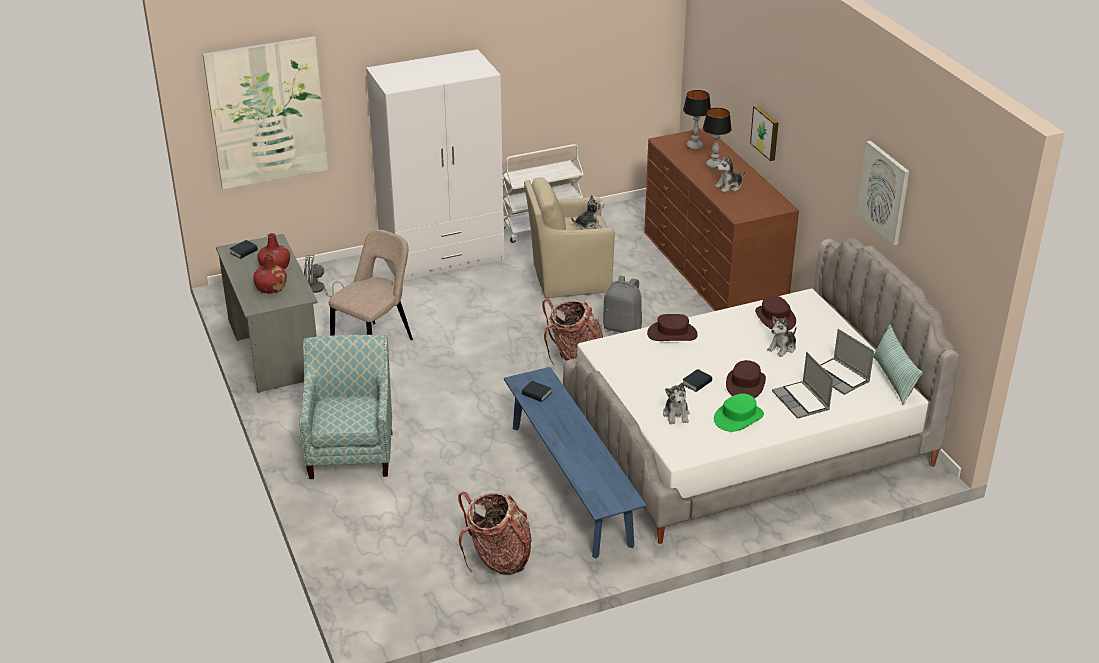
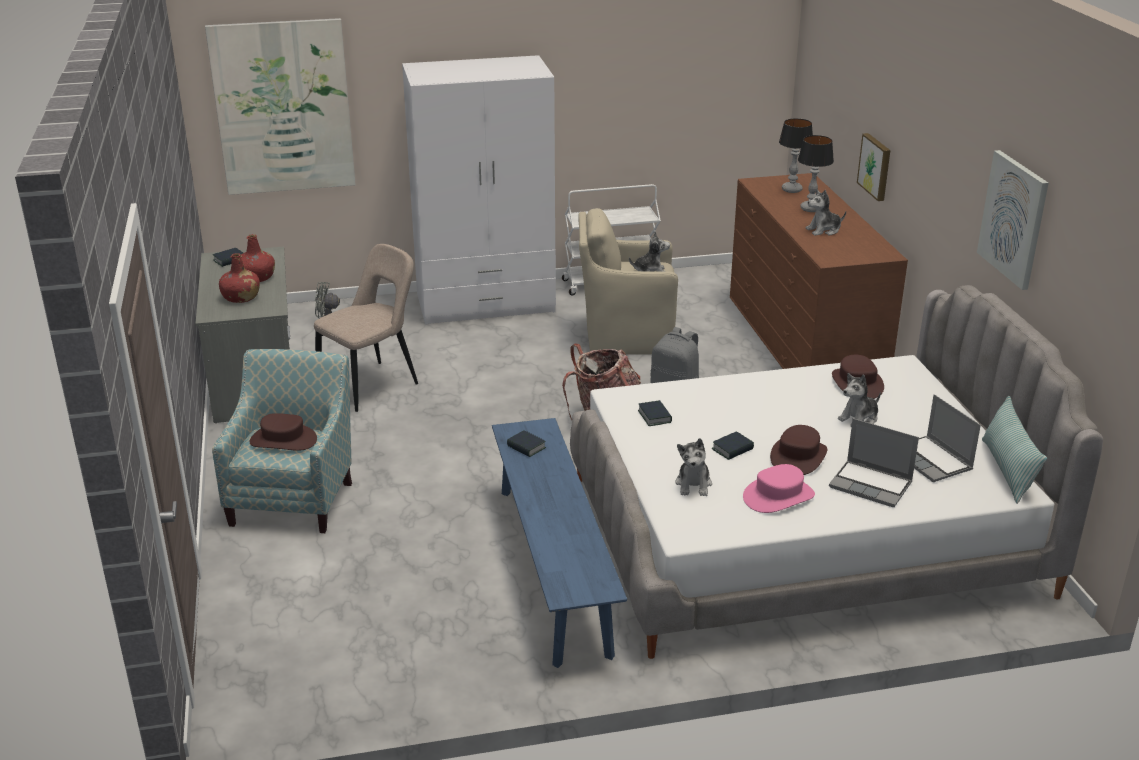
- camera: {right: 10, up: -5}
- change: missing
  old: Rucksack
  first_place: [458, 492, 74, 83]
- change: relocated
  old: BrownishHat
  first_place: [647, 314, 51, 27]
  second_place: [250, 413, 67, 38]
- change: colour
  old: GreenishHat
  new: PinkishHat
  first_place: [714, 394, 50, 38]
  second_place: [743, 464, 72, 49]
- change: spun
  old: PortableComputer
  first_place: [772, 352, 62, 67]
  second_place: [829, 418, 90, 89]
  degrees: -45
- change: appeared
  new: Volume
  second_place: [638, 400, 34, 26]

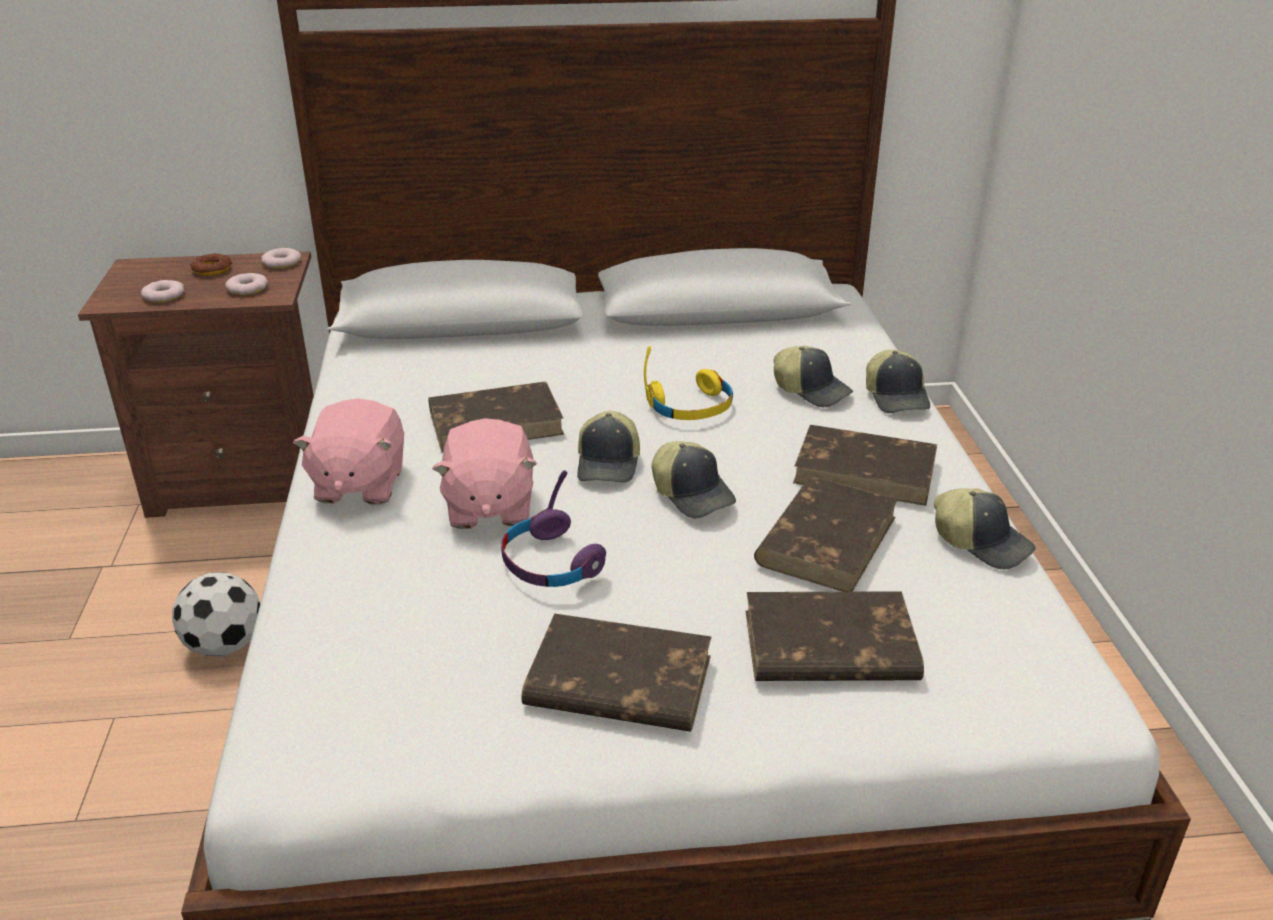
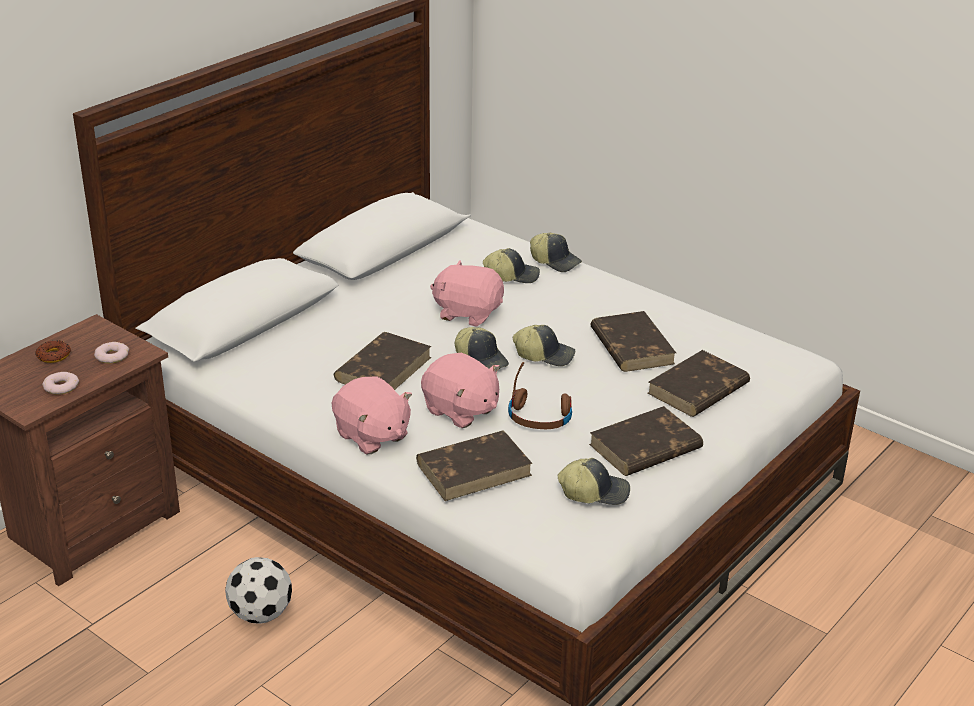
- camera: {right: -45, up: 0}
- change: missing
  old: RingDoughnut
  first_place: [261, 248, 40, 21]
- change: colour
  old: PurplishHeadphones
  new: BrownishHeadphones
  first_place: [501, 470, 105, 117]
  second_place: [508, 362, 64, 67]
- change: exchanged
  old: YellowColouredHeadphones
  new: PinkishCuddlyToy
  first_place: [644, 346, 89, 74]
  second_place: [430, 260, 74, 67]
- change: relocated
  old: BrownishVolume
  first_place: [793, 425, 144, 81]
  second_place: [416, 431, 117, 70]
- change: relocated
  old: Cap
  first_place: [934, 488, 102, 81]
  second_place: [558, 458, 72, 47]

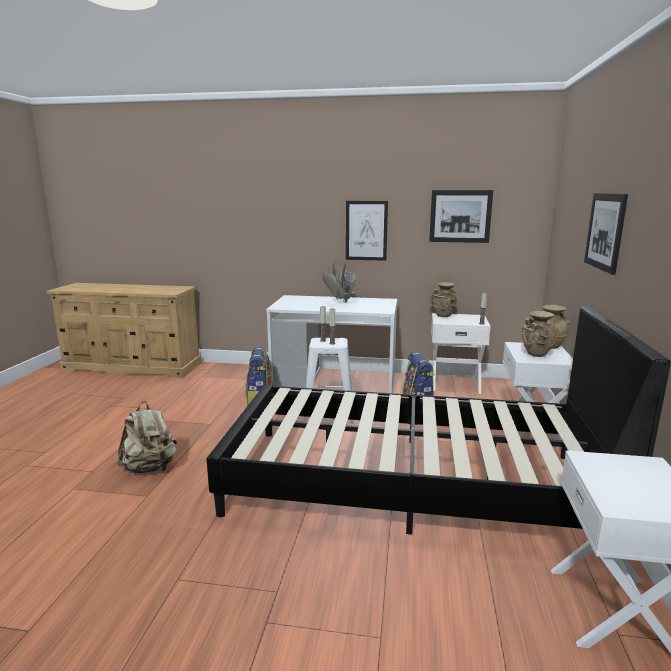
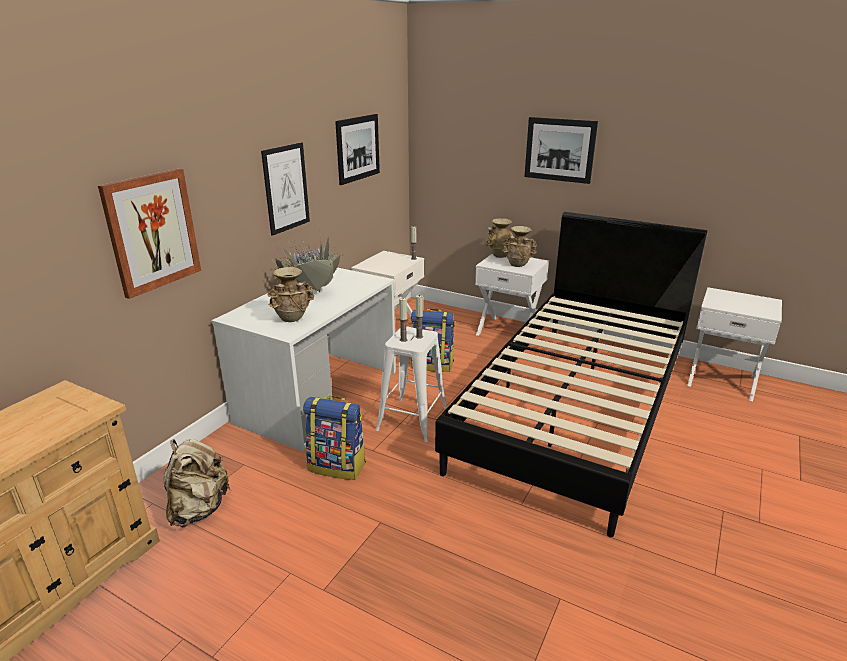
- camera: {right: -70, up: 10}
- change: relocated
  old: BeigeColouredRucksack
  first_place: [117, 401, 60, 72]
  second_place: [164, 439, 67, 88]
- change: relocated
  old: BeigeColouredVase
  first_place: [429, 282, 28, 35]
  second_place: [268, 267, 46, 55]
- change: appeared
  new: WallArt
  second_place: [98, 169, 103, 130]

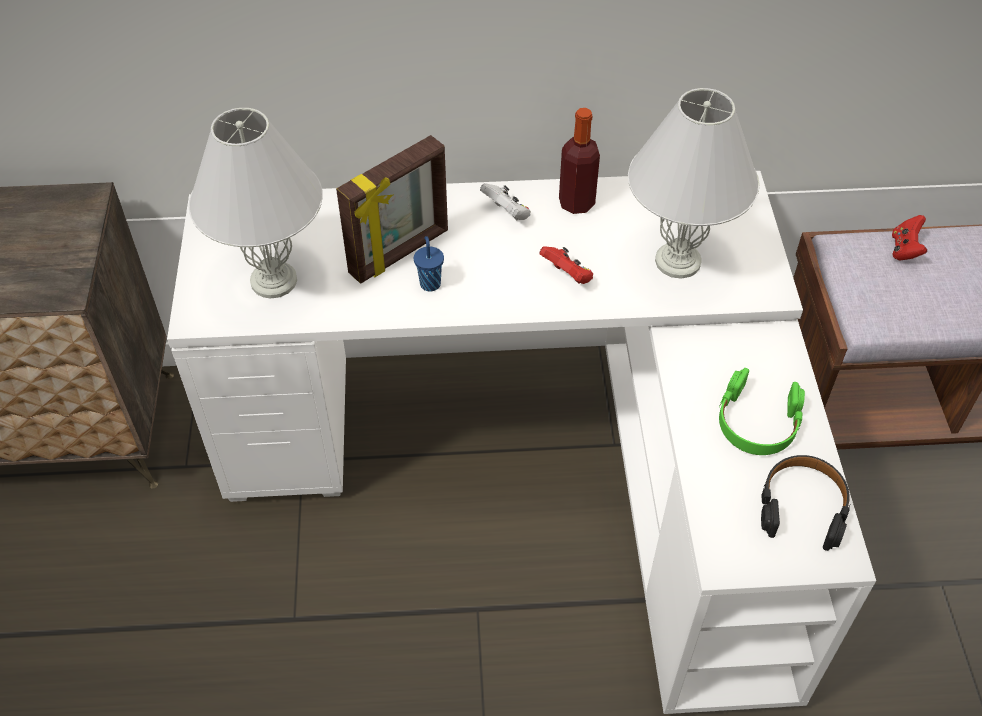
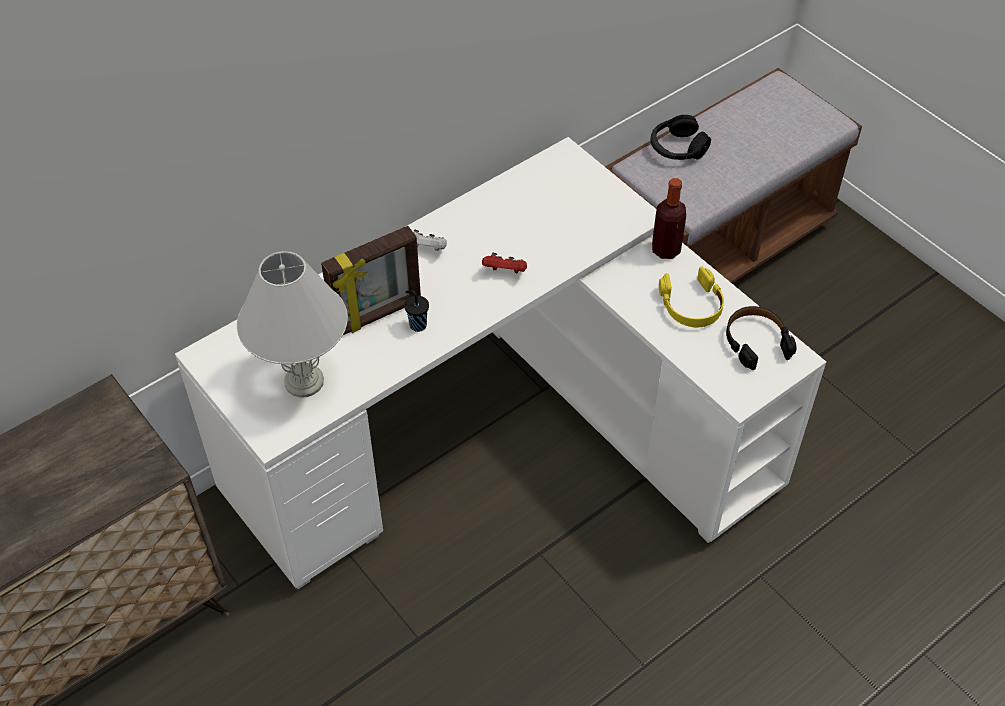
- camera: {right: -35, up: 0}
- change: spun
  old: PictureFrame
  first_place: [336, 135, 112, 149]
  second_place: [321, 226, 100, 109]
  degrees: 45
- change: colour
  old: BlueColouredDrinkingCup
  new: BlackColouredDrinkingCup
  first_place: [414, 236, 30, 56]
  second_place: [404, 290, 25, 42]
- change: relocated
  old: BeverageBottle
  first_place: [559, 108, 41, 106]
  second_place: [652, 178, 34, 81]
- change: missing
  old: WhitishTabletopLamp
  first_place: [628, 88, 131, 191]
- change: colour
  old: GreenishHeadphones
  new: YellowColouredHeadphones
  first_place: [719, 368, 86, 87]
  second_place: [659, 266, 65, 61]
- change: exchanged
  old: RedColouredGameController
  new: BlackColouredHeadphones
  first_place: [892, 215, 35, 46]
  second_place: [650, 115, 61, 45]

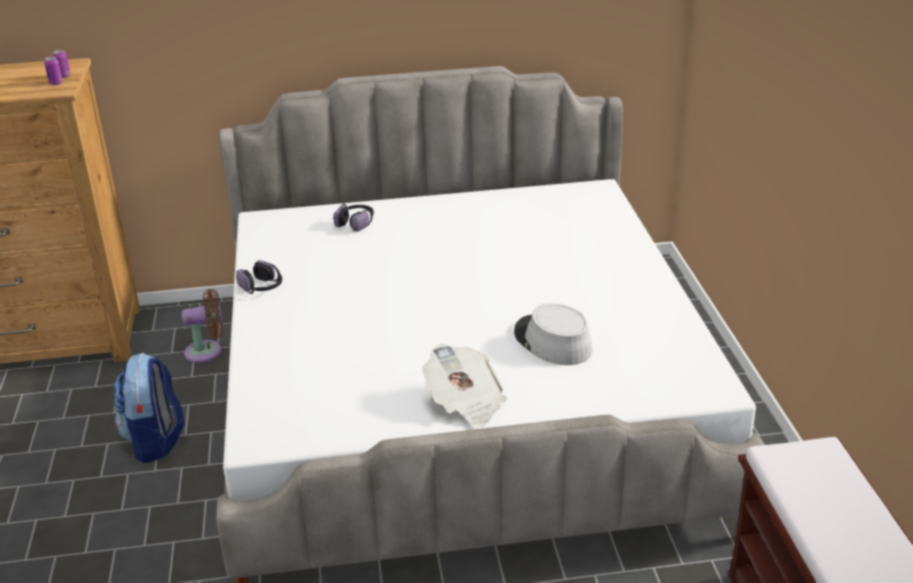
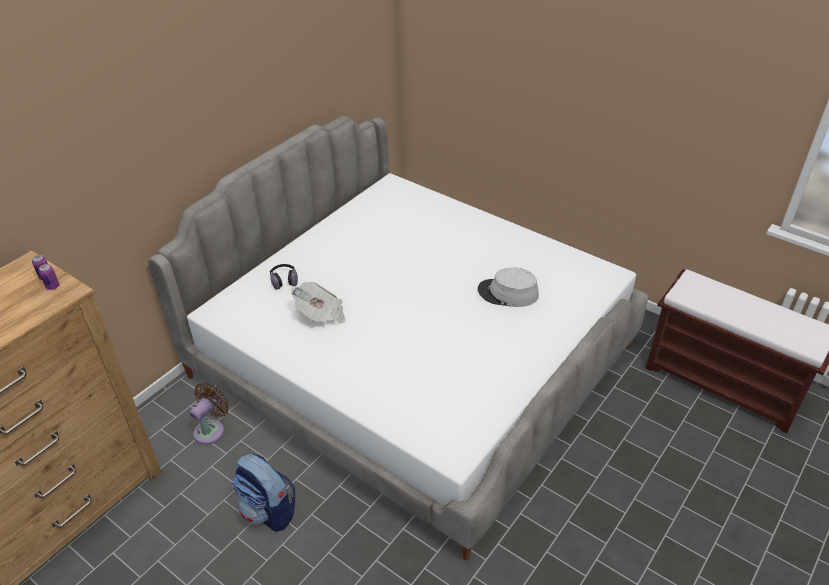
- camera: {right: -45, up: 10}
- change: missing
  old: Headphones
  first_place: [236, 260, 46, 34]
- change: relocated
  old: Newspaper
  first_place: [422, 344, 85, 83]
  second_place: [291, 282, 55, 42]

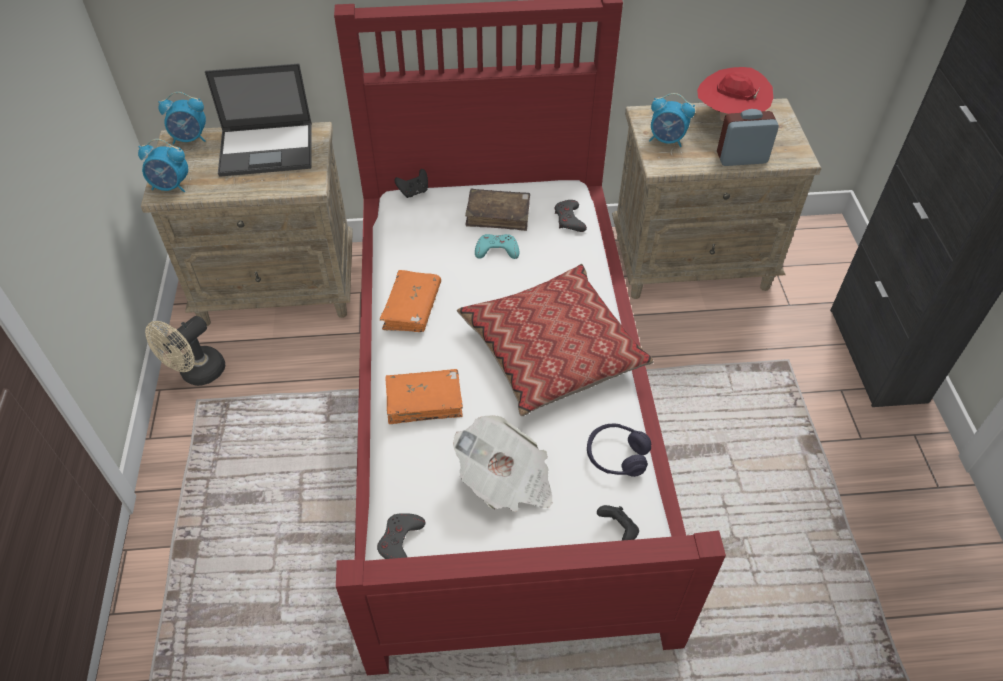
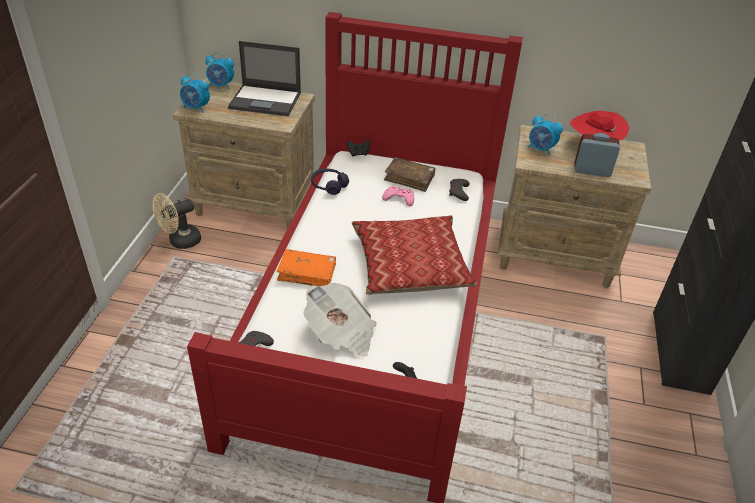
- camera: {right: 15, up: -10}
- change: missing
  old: OrangeColouredVolume
  first_place: [380, 270, 61, 62]
- change: colour
  old: TurquoiseColouredGameController
  new: PinkishGameController
  first_place: [475, 234, 44, 25]
  second_place: [382, 186, 32, 20]
- change: relocated
  old: PurplishHeadphones
  first_place: [587, 424, 64, 53]
  second_place: [311, 169, 38, 26]

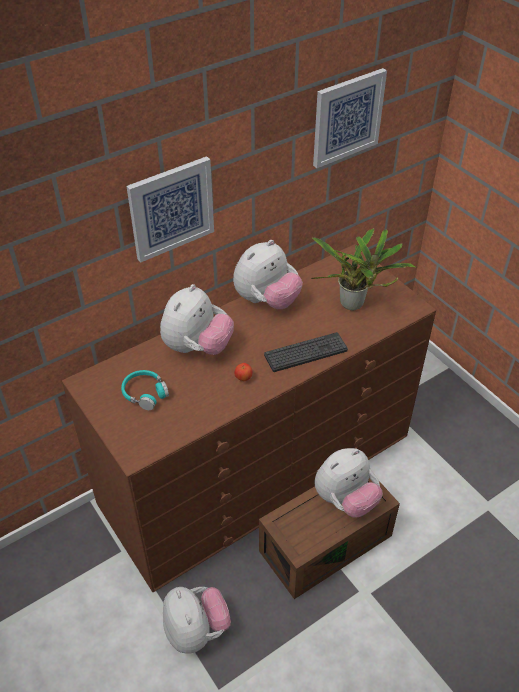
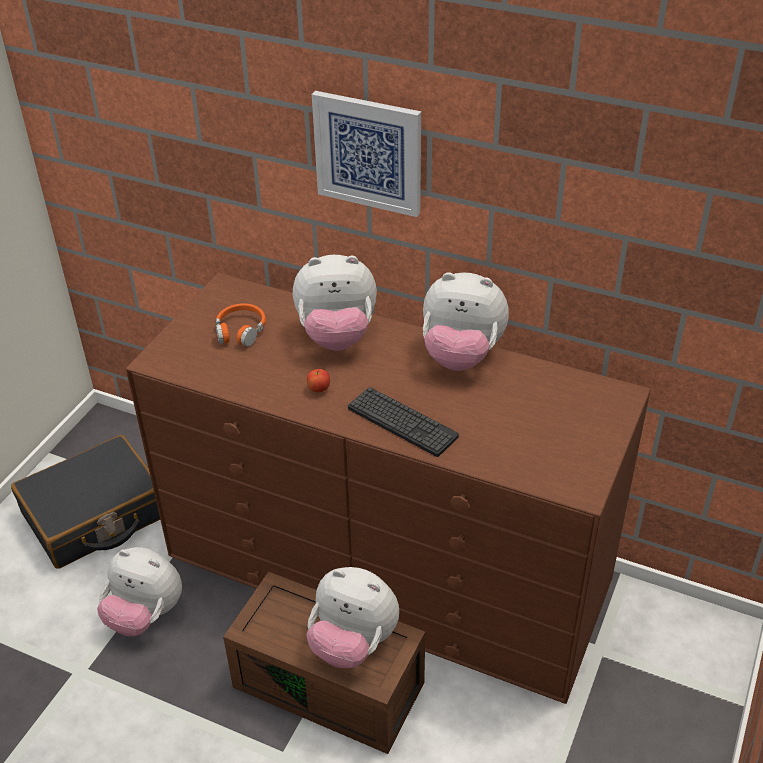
- camera: {right: 60, up: -5}
- change: colour
  old: TurquoiseColouredHeadphones
  new: OrangeColouredHeadphones
  first_place: [121, 370, 48, 40]
  second_place: [216, 303, 50, 44]
- change: spun
  old: CuddlyToy
  first_place: [163, 587, 68, 67]
  second_place: [97, 547, 85, 89]
  degrees: 75
- change: missing
  old: PottedPlant
  first_place: [311, 228, 106, 82]
- change: missing
  old: WallArt
  first_place: [313, 68, 74, 100]
- change: appeared
  new: BlackColouredSuitcase
  second_place: [11, 435, 149, 134]

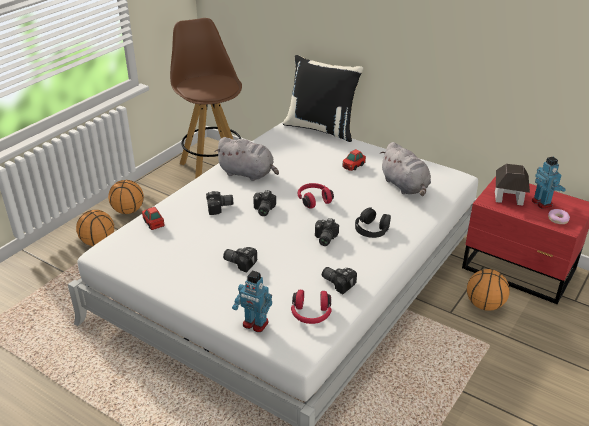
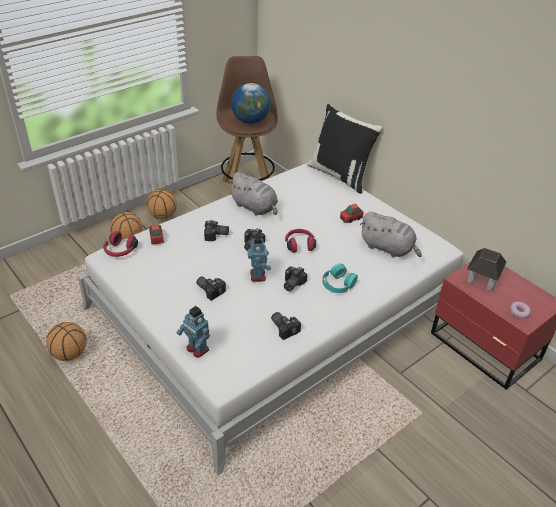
- camera: {right: 15, up: 5}
- change: relocated
  old: RedColouredHeadphones
  first_place: [291, 290, 41, 34]
  second_place: [103, 231, 35, 26]
- change: colour
  old: BlackColouredHeadphones
  new: TurquoiseColouredHeadphones
  first_place: [355, 207, 36, 31]
  second_place: [323, 263, 35, 30]
- change: spun
  old: GreyCuddlyToy
  first_place: [380, 142, 51, 54]
  second_place: [360, 212, 62, 46]
  degrees: -45
- change: relocated
  old: BallForBasketball
  first_place: [467, 269, 43, 42]
  second_place: [46, 322, 41, 39]
- change: relocated
  old: ModelRobot
  first_place: [532, 157, 34, 52]
  second_place: [247, 235, 24, 47]
- change: appeared
  new: DeskGlobe
  second_place: [231, 83, 40, 41]

